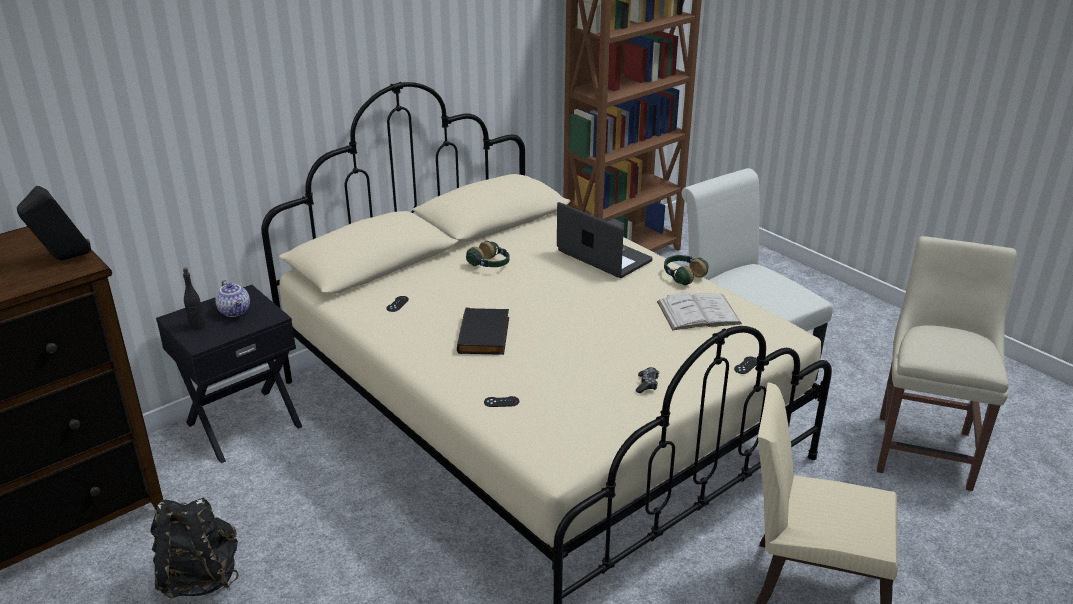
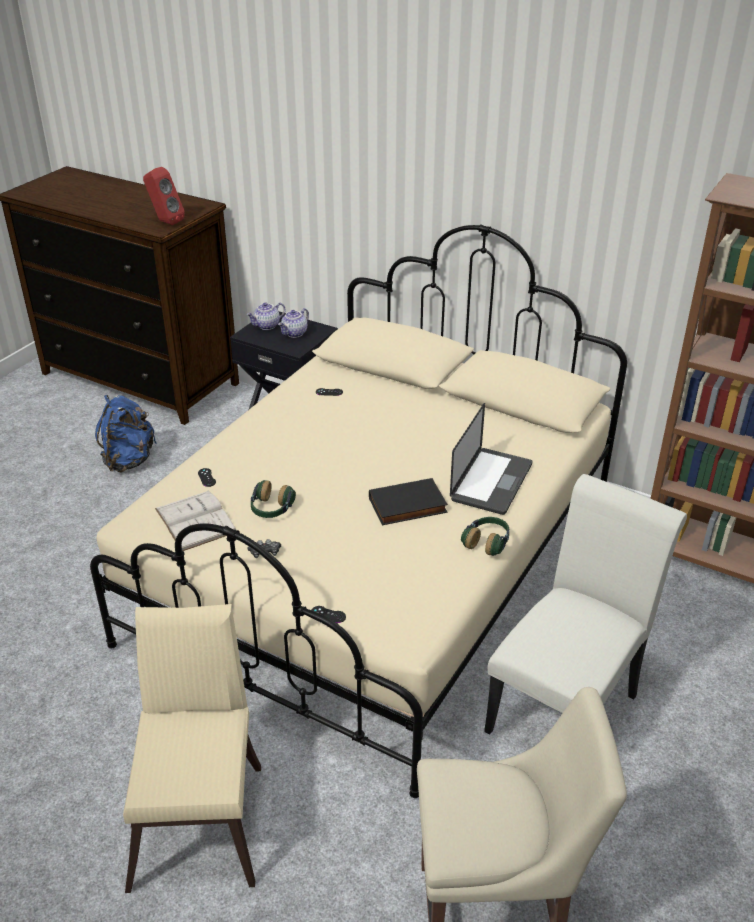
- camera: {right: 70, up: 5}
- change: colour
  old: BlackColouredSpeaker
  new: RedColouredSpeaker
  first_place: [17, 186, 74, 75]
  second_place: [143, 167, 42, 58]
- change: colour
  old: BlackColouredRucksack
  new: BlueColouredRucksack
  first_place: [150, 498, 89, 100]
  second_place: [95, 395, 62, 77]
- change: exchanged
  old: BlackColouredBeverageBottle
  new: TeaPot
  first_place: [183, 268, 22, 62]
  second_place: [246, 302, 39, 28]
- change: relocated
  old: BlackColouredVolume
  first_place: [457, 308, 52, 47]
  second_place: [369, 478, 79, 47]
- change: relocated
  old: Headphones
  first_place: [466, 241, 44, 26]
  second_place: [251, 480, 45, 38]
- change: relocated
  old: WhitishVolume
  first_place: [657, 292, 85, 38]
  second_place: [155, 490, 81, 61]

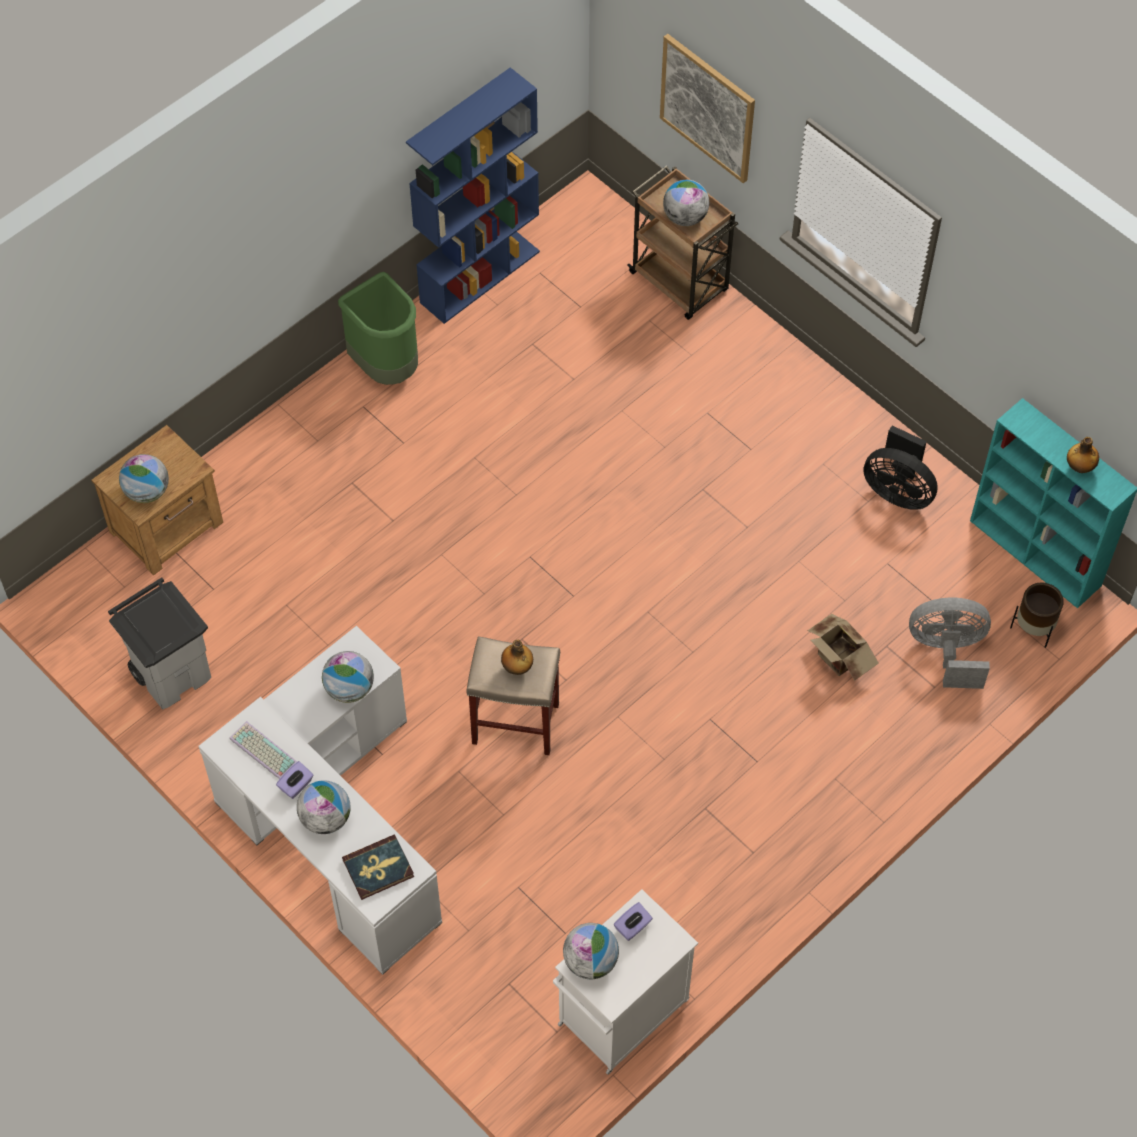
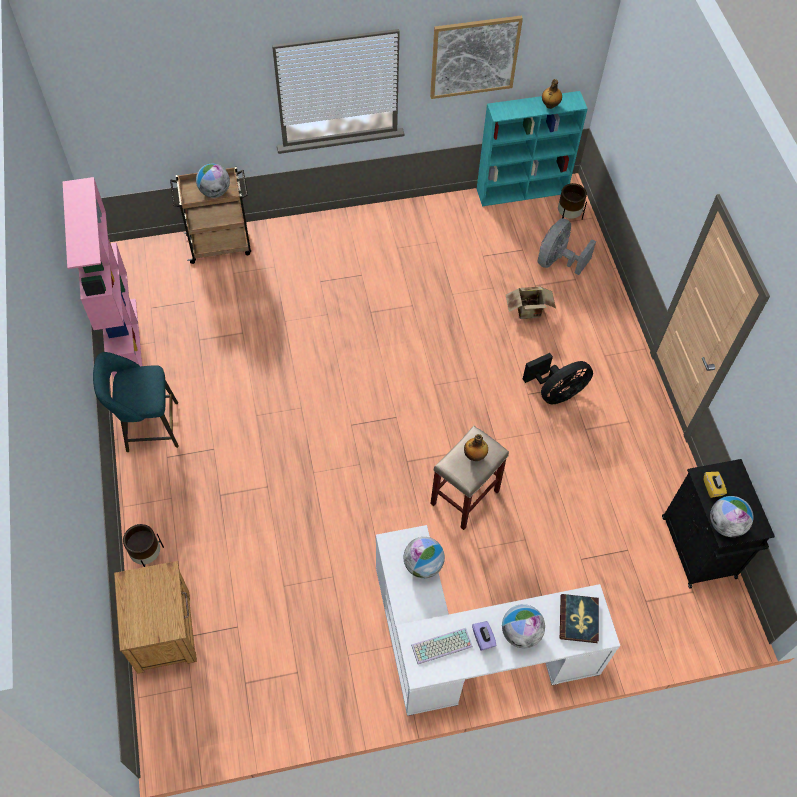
- camera: {right: -60, up: 0}
- change: missing
  old: GreyWasteBin
  first_place: [108, 577, 103, 133]
- change: missing
  old: DeskGlobe
  first_place: [119, 454, 50, 49]
- change: exchanged
  old: GreenishWasteBin
  new: TurquoiseColouredStool
  first_place: [338, 272, 80, 113]
  second_place: [93, 352, 86, 100]
- change: colour
  old: BlueColouredBookcase
  new: PinkishBookcase
  first_place: [406, 67, 134, 257]
  second_place: [63, 177, 79, 200]
- change: colour
  old: WhitishCabinet
  new: BlackColouredCabinet
  first_place: [553, 889, 145, 186]
  second_place: [662, 459, 113, 130]
- change: colour
  old: PurplishTissueBox
  new: YellowColouredTissueBox
  first_place: [614, 902, 39, 39]
  second_place: [703, 472, 24, 26]
- change: relocated
  old: WallArt
  first_place: [660, 34, 95, 149]
  second_place: [430, 15, 93, 84]
- change: relocated
  old: BlackColouredElectricFan
  first_place: [863, 426, 75, 84]
  second_place: [523, 353, 70, 51]
- change: appeared
  new: BrownishPlantPot
  second_place: [123, 524, 41, 43]

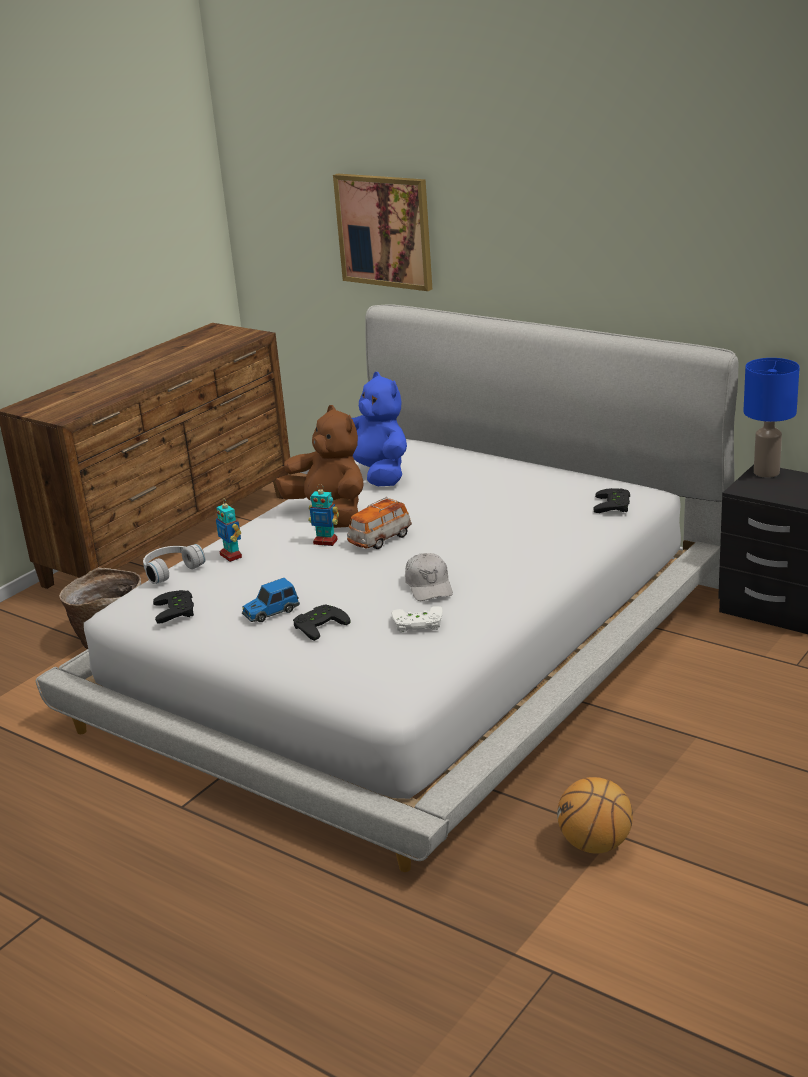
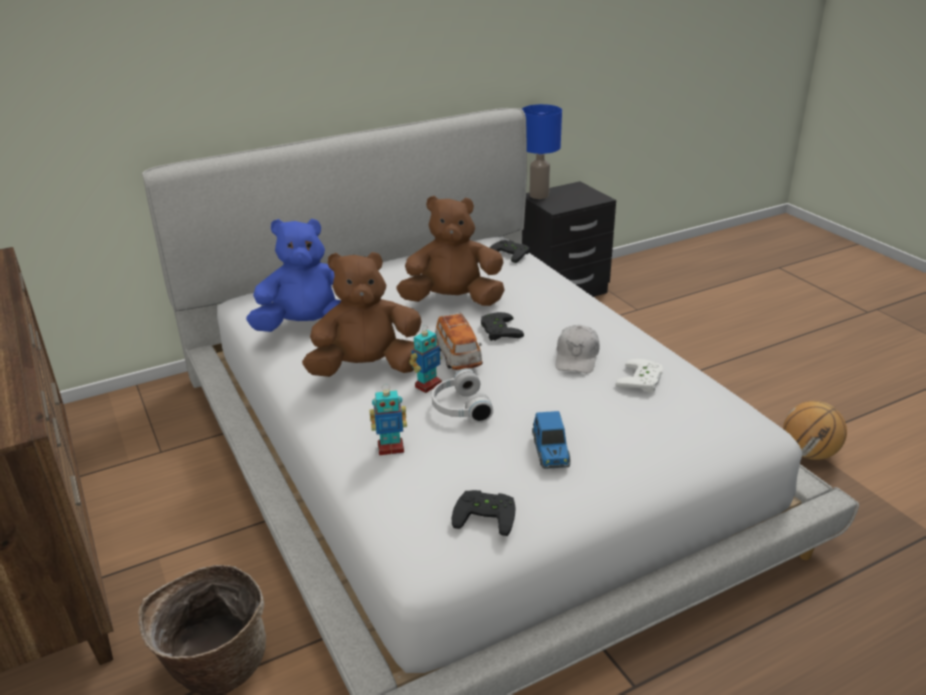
- camera: {right: -65, up: 5}
- change: relocated
  old: WhitishHeadphones
  first_place: [143, 544, 62, 40]
  second_place: [432, 368, 61, 55]
- change: relocated
  old: BlackColouredGameController
  first_place: [293, 604, 58, 37]
  second_place: [481, 312, 43, 29]
- change: missing
  old: WallArt
  first_place: [333, 174, 99, 117]
- change: spun
  old: WhitishCap
  first_place: [405, 553, 48, 48]
  second_place: [555, 325, 45, 48]
  degrees: 90
- change: appeared
  new: BrownishCuddlyToy
  second_place: [396, 196, 109, 110]

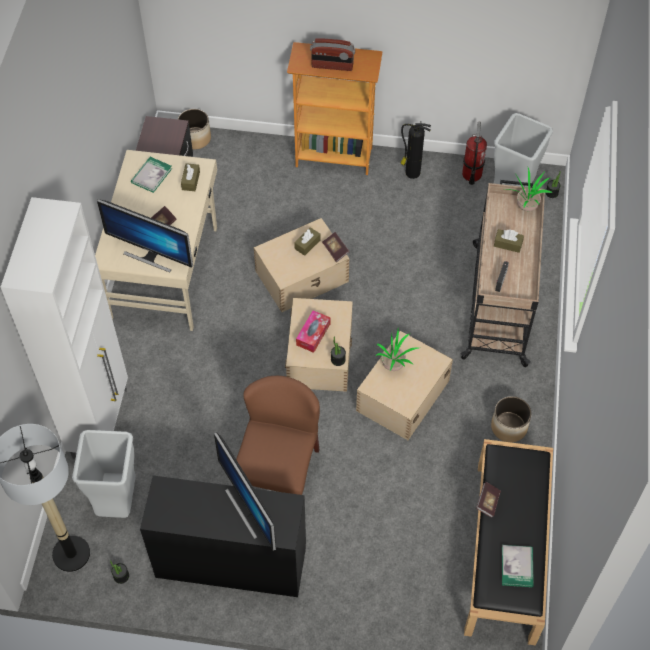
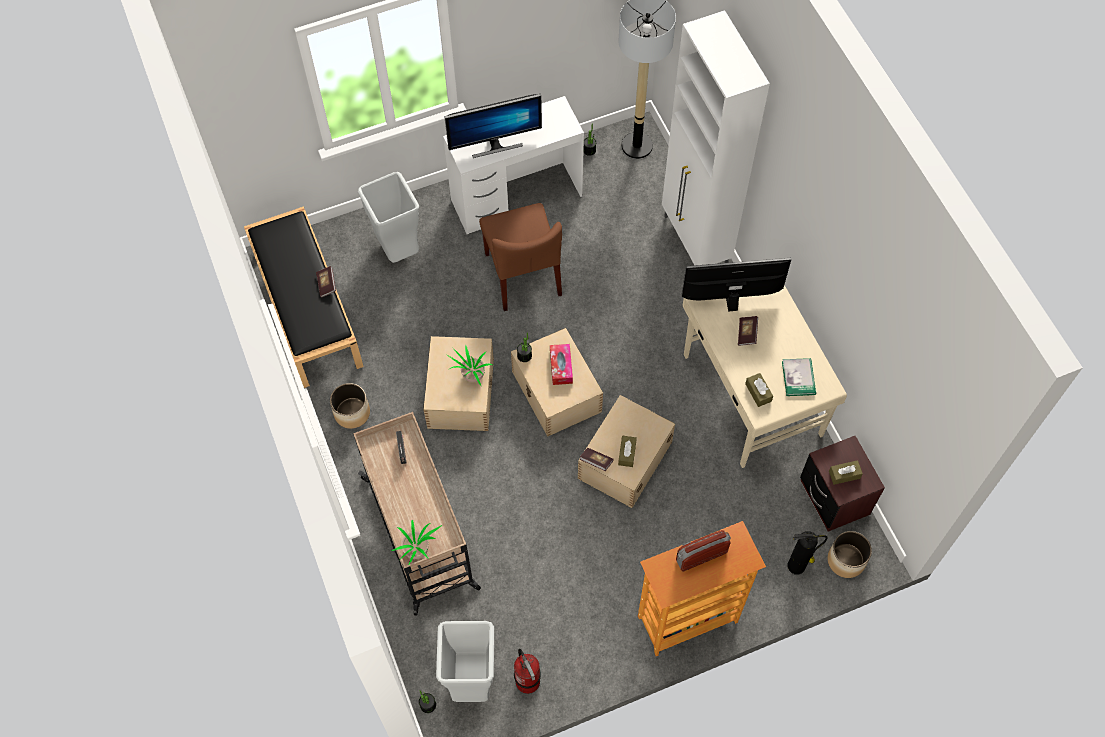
- camera: {right: 150, up: 5}
- change: relocated
  old: GreyWasteBin
  first_place: [72, 430, 64, 88]
  second_place: [358, 172, 61, 91]
- change: colour
  old: BlackColouredDeskTable
  new: WhitishDeskTable
  first_place: [140, 475, 166, 122]
  second_place: [443, 96, 141, 138]
- change: spun
  old: ComputerDisplay
  first_place: [214, 432, 62, 119]
  second_place: [444, 94, 98, 64]
  degrees: 135
- change: relocated
  old: FireExtinguisher
  first_place: [401, 123, 30, 56]
  second_place: [788, 531, 40, 44]
- change: relocated
  old: BrownishTissueBox
  first_place: [494, 229, 30, 24]
  second_place: [829, 460, 34, 25]
- change: missing
  old: Volume
  first_place: [502, 545, 32, 42]

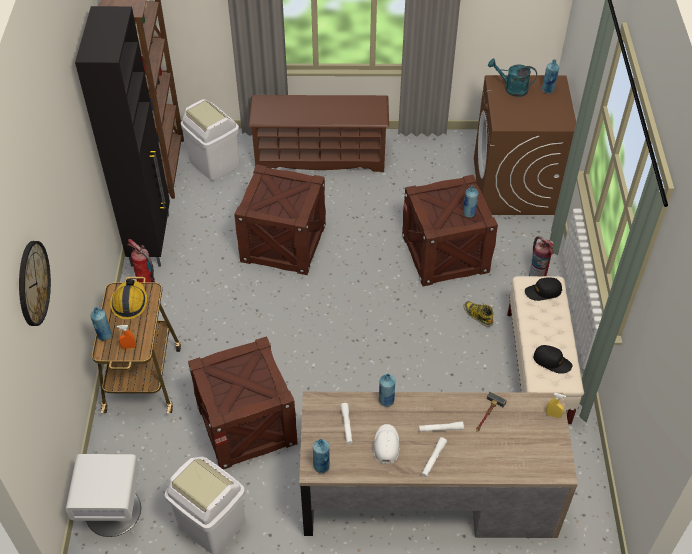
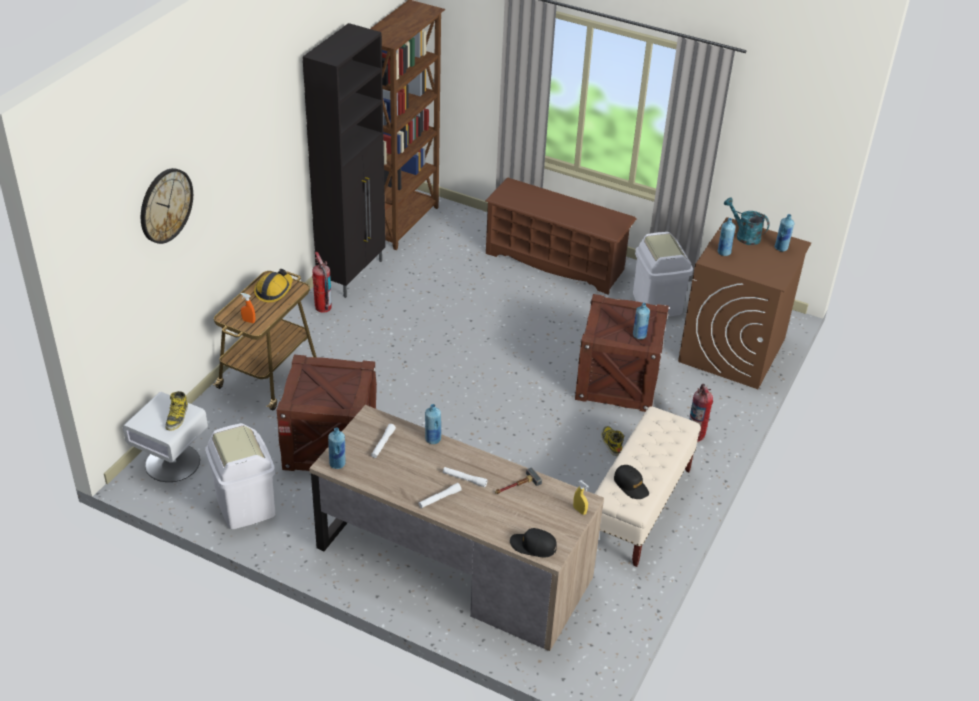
- camera: {right: 25, up: -10}
- change: relocated
  old: BlueColouredBeverageBottle
  first_place: [90, 307, 22, 34]
  second_place: [718, 218, 18, 38]
- change: relocated
  old: WhitishWasteBin
  first_place: [181, 99, 59, 82]
  second_place: [633, 232, 60, 85]
- change: missing
  old: Crate
  first_place: [234, 165, 92, 110]
- change: missing
  old: WhitishCap
  first_place: [374, 424, 25, 40]
- change: relocated
  old: BlackColouredCap
  first_place: [525, 278, 37, 23]
  second_place: [510, 528, 47, 29]
- change: appeared
  new: HighTopBoot
  second_place: [165, 391, 23, 40]

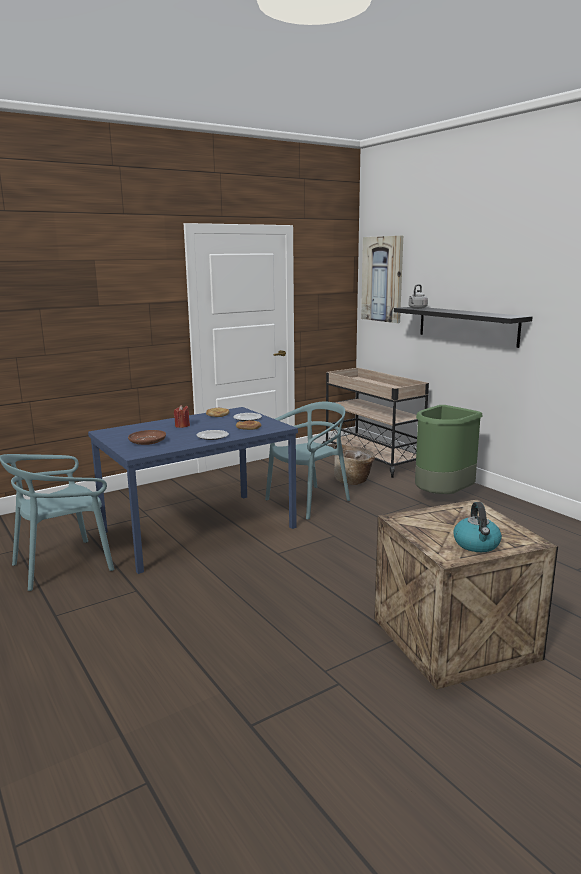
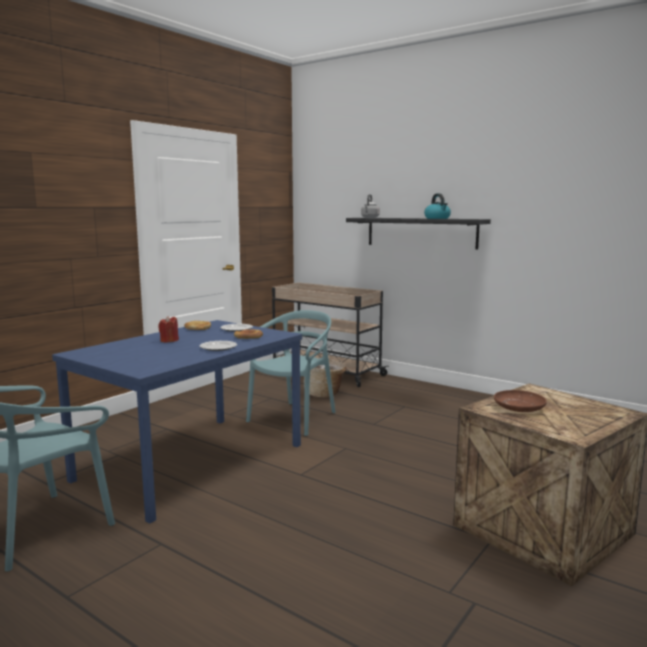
- camera: {right: -20, up: -5}
- change: relocated
  old: BrownishFlatDish
  first_place: [128, 430, 38, 15]
  second_place: [494, 390, 53, 22]
- change: missing
  old: WallArt
  first_place: [361, 236, 42, 87]
- change: missing
  old: GreenishWasteBin
  first_place: [415, 405, 68, 89]
- change: relocated
  old: WaterKettle
  first_place: [453, 502, 49, 50]
  second_place: [424, 193, 27, 26]

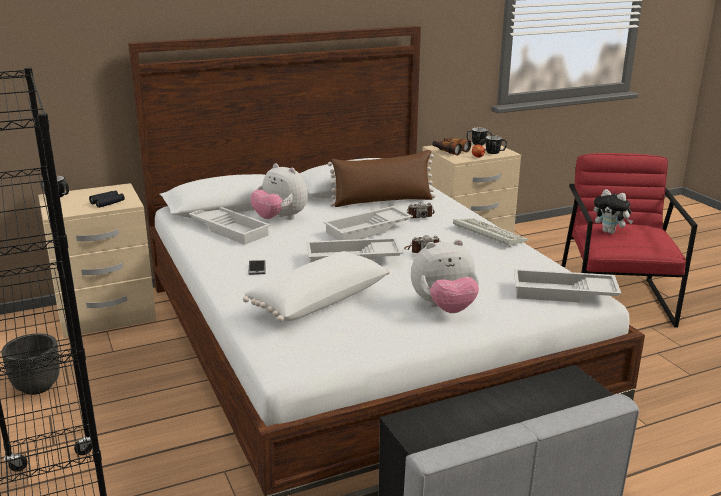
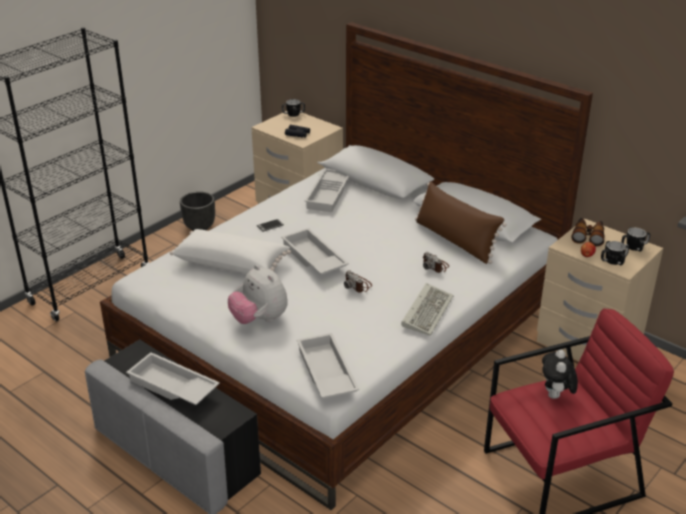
- camera: {right: 65, up: 10}
- change: missing
  old: CuddlyToy
  first_place: [250, 163, 58, 57]
- change: relocated
  old: WhitishCarryingTray
  first_place: [324, 206, 89, 34]
  second_place: [126, 352, 94, 53]

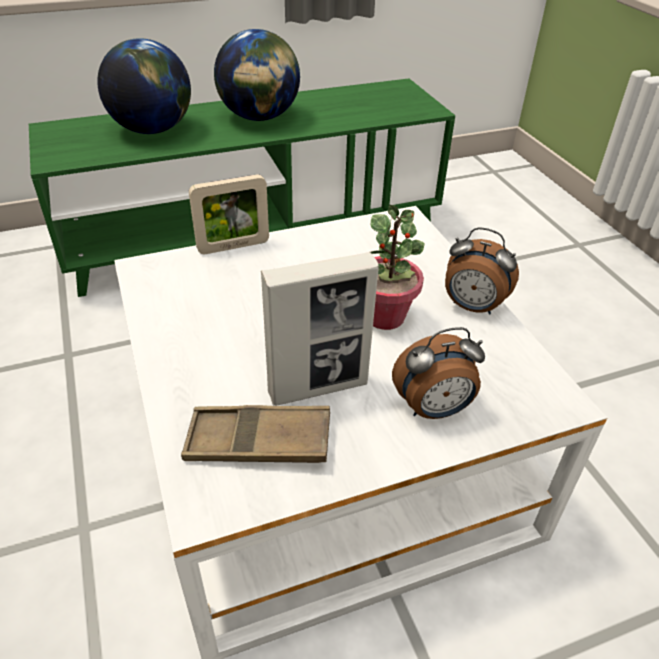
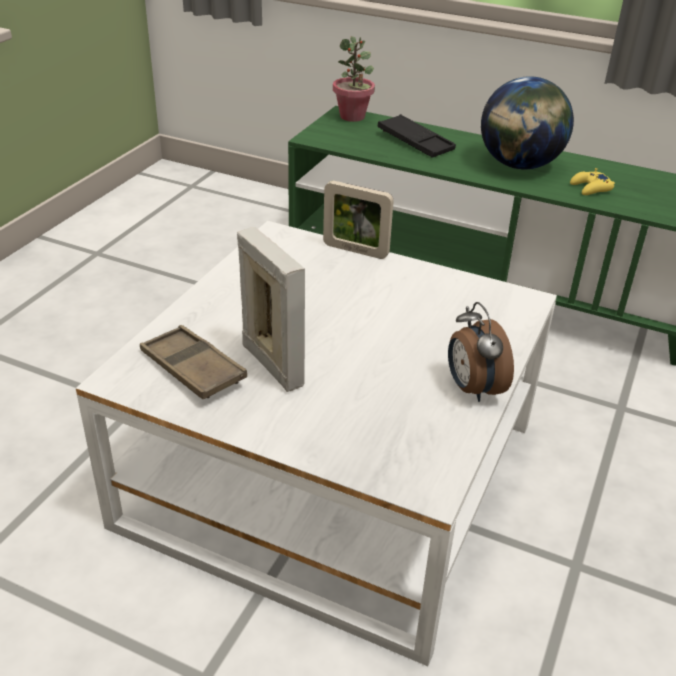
- camera: {right: 45, up: -5}
- change: exchanged
  old: DeskGlobe
  new: BlackColouredCarryingTray
  first_place: [97, 38, 94, 96]
  second_place: [377, 114, 79, 44]
- change: spun
  old: PictureFrame
  first_place: [261, 252, 118, 154]
  second_place: [237, 227, 68, 165]
  degrees: -150
- change: relocated
  old: PottedPlant
  first_place: [371, 205, 53, 125]
  second_place: [333, 36, 42, 86]
- change: missing
  old: TableClock
  first_place: [392, 327, 93, 92]
- change: appeared
  new: YellowColouredGameController
  second_place: [570, 168, 45, 27]

